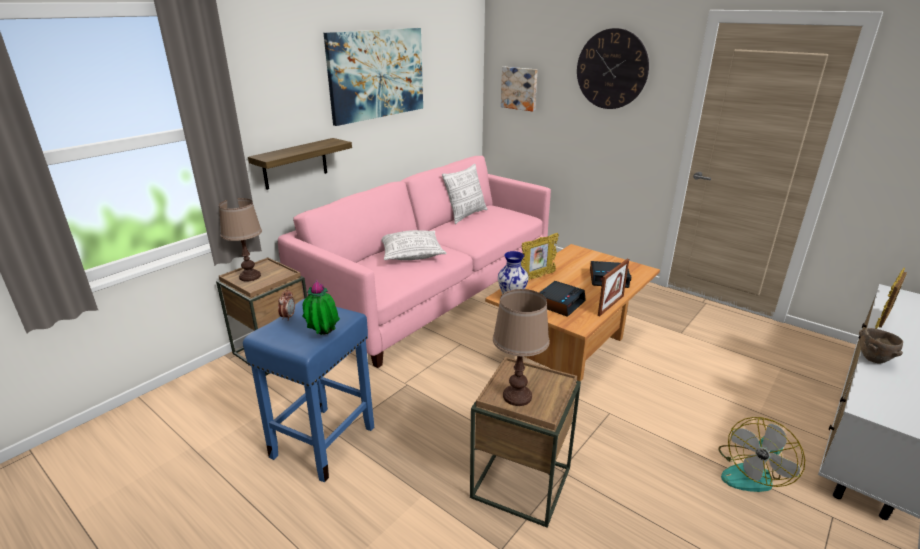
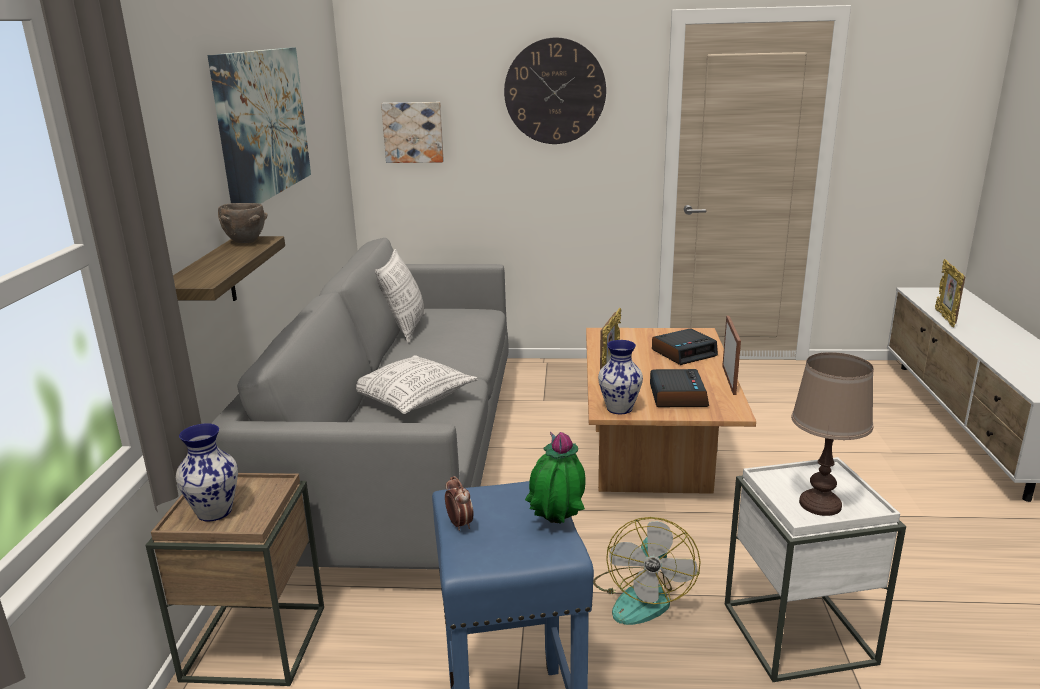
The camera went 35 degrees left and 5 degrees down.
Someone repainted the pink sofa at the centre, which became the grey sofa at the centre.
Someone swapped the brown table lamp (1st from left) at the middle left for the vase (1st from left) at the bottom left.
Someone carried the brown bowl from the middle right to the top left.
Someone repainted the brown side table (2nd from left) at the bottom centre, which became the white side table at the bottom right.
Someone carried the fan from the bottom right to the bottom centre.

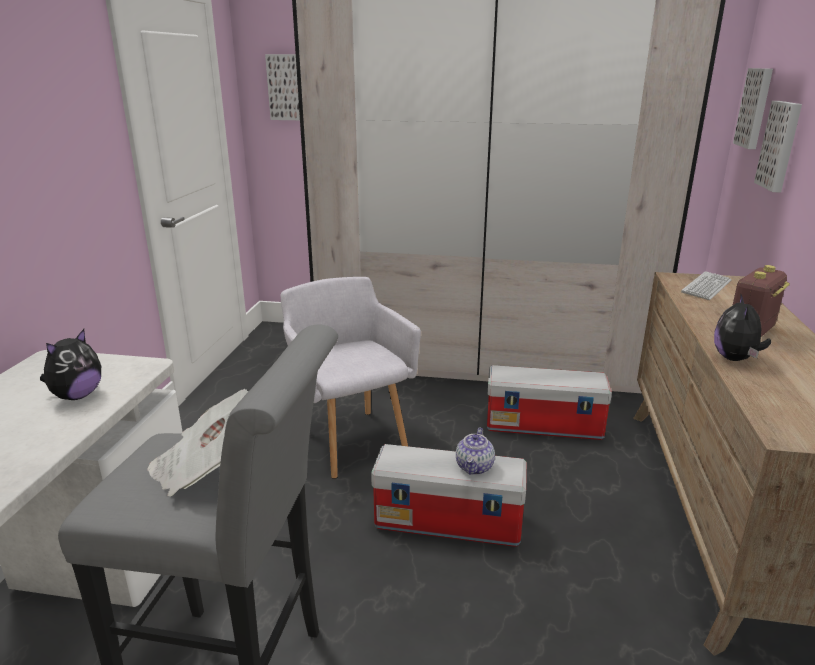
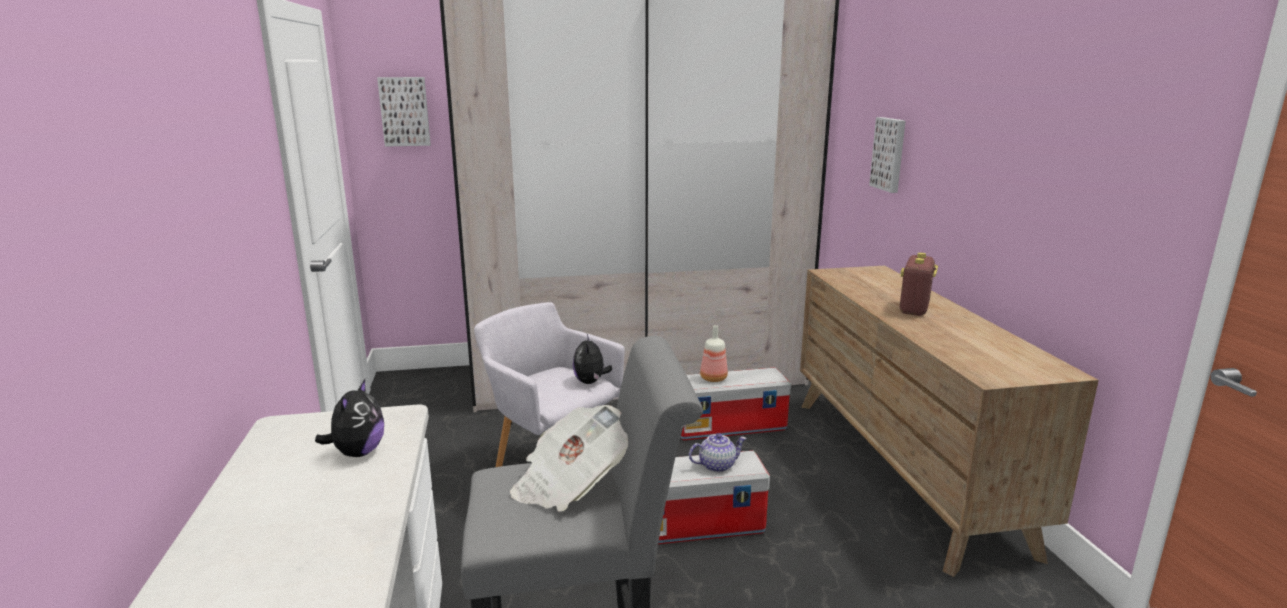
The camera went 20 degrees left and 5 degrees down.
Someone took away the picture (2nd from left) at the top right.
Someone took away the keyboard at the middle right.
Someone carried the plush toy (2nd from left) from the middle right to the centre.
Someone rotated the teapot at the bottom centre by 105 degrees counterclockwise.
Someone put down the bottle at the centre.

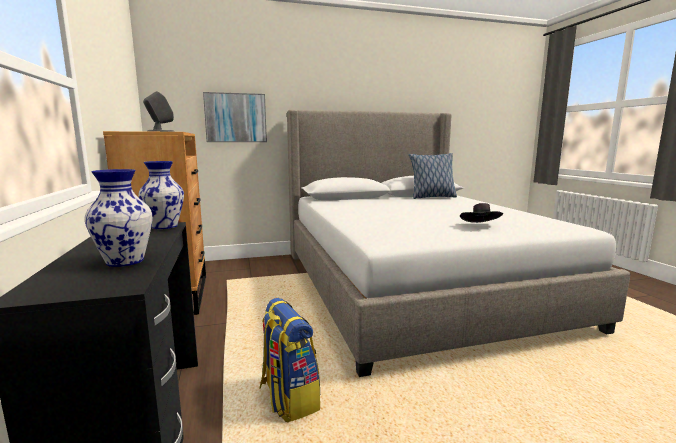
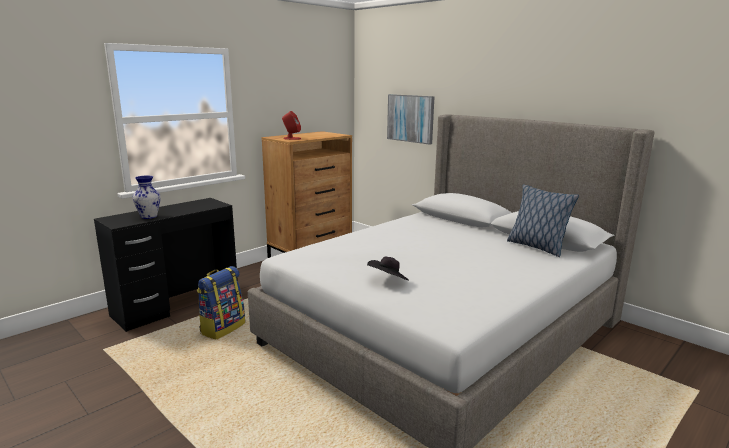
The camera went 60 degrees right and 5 degrees up.
Someone repainted the grey speaker at the top left, which became the red speaker at the top centre.
Someone took away the vase (2nd from left) at the middle left.

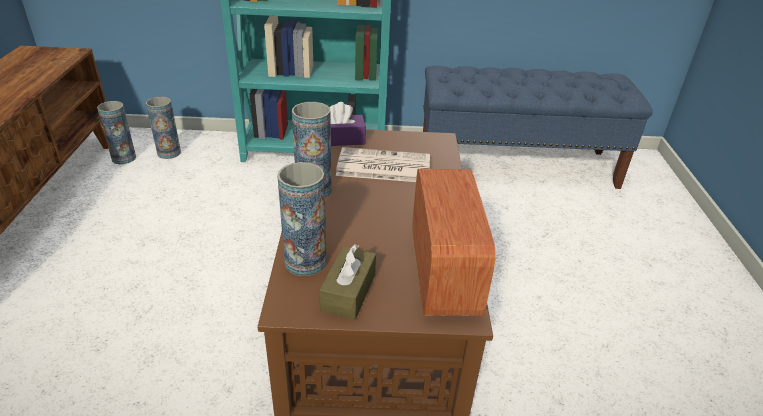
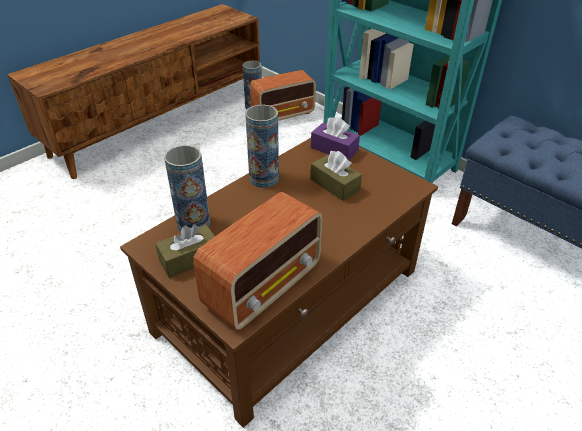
The camera went 45 degrees right and 5 degrees up.
Someone swapped the vase (2nd from left) at the top left for the radio (2nd from left) at the top centre.
Someone swapped the newspaper at the centre for the brown tissue box (2nd from left) at the centre.

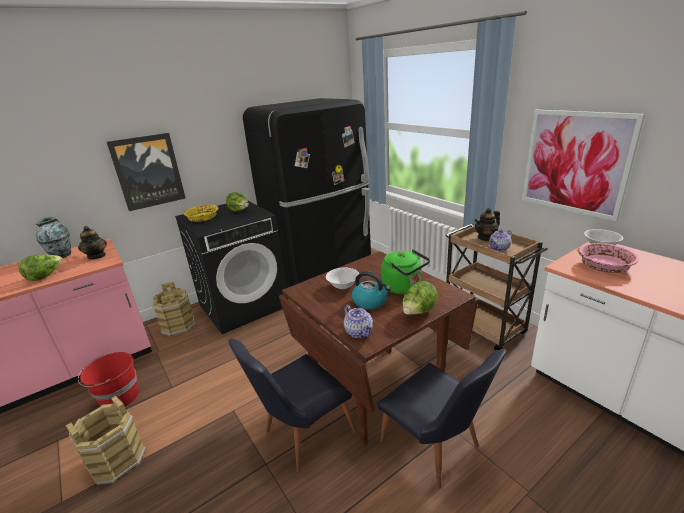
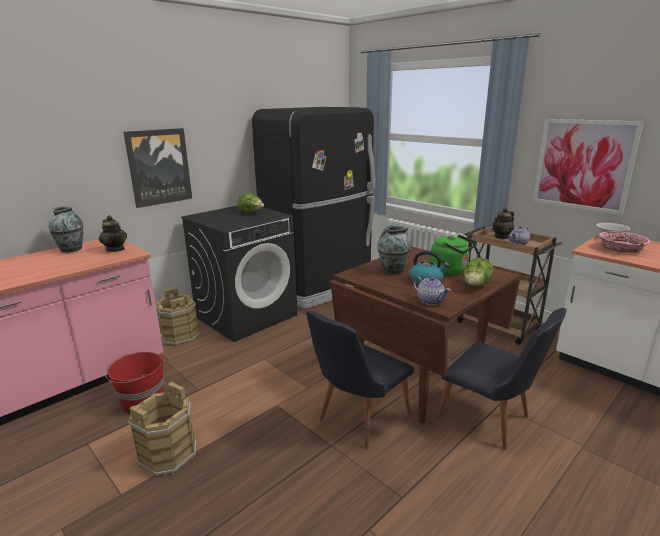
The camera went 10 degrees left and 5 degrees down.
Someone took away the yellow bowl at the middle left.
Someone took away the lettuce (1st from left) at the middle left.
Someone swapped the white bowl (1st from left) at the centre for the vase (2nd from left) at the centre.

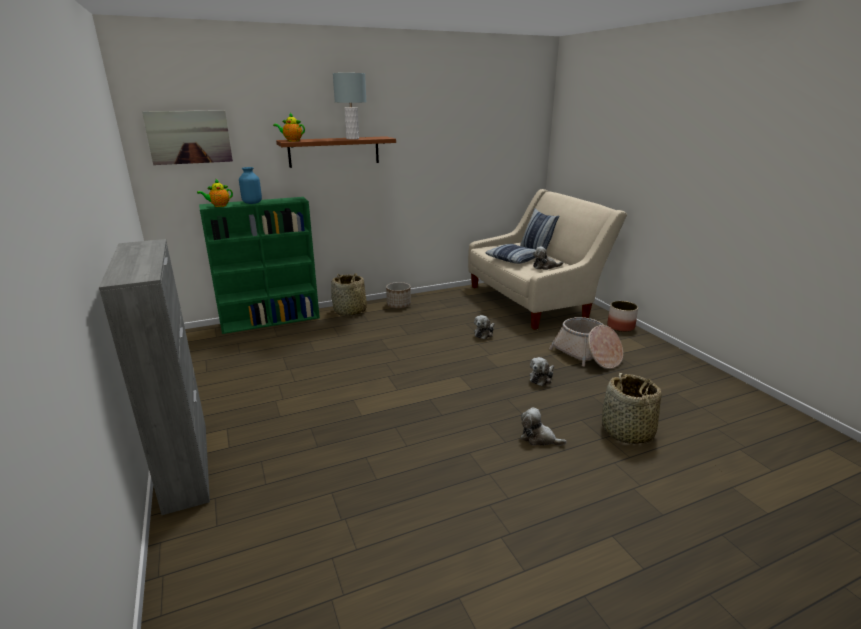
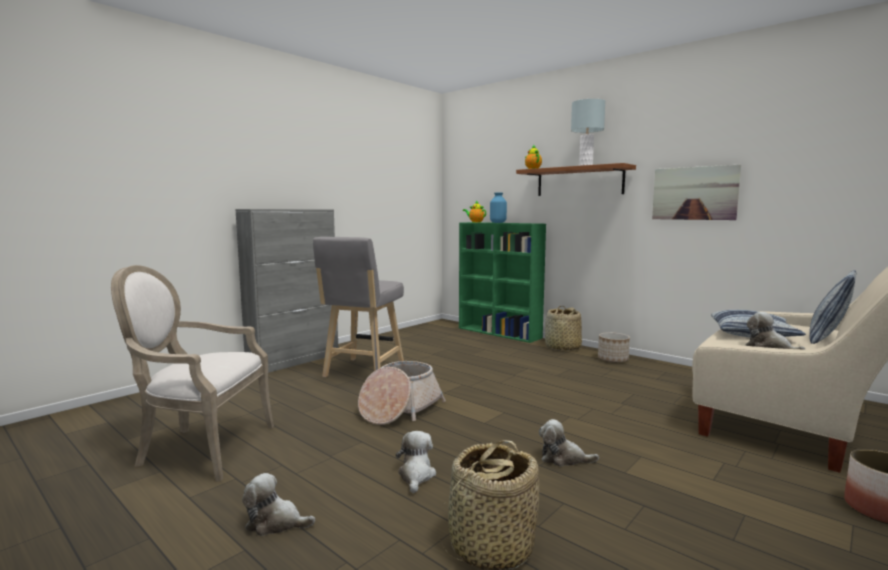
The camera went 65 degrees right and 15 degrees down.
Someone carried the picture from the top left to the middle right.
Someone carried the plush toy (1st from left) from the centre to the bottom left.
Someone carried the basket (2nd from left in the first image) from the middle right to the bottom centre.
Someone put down the grey stool at the centre.
Someone put down the armchair at the middle left.

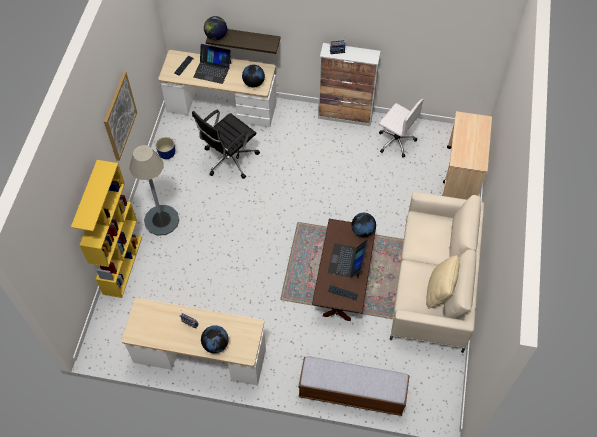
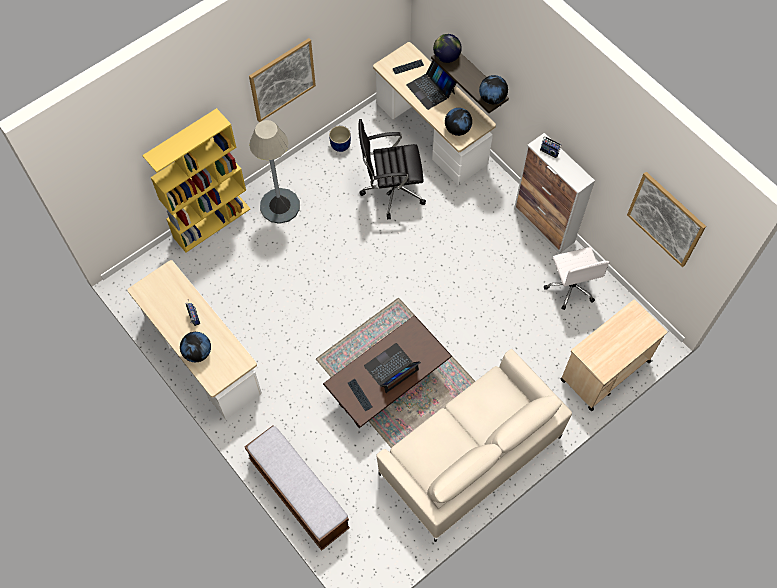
The camera went 40 degrees right and 5 degrees up.
Someone carried the globe (4th from left) from the centre to the top centre.
Someone took away the beige pillow at the middle right.
Someone put up the picture (2nd from left) at the middle right.

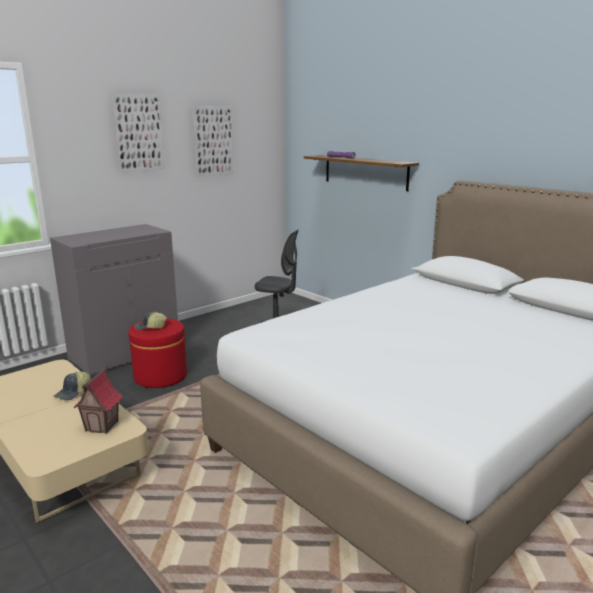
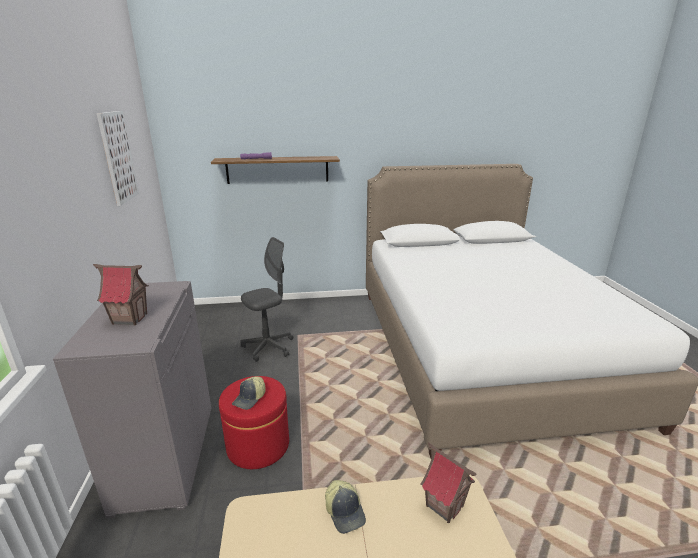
The camera went 55 degrees left and 5 degrees up.
Someone took away the picture (1st from left) at the top left.
Someone put down the toy house (1st from left) at the middle left.

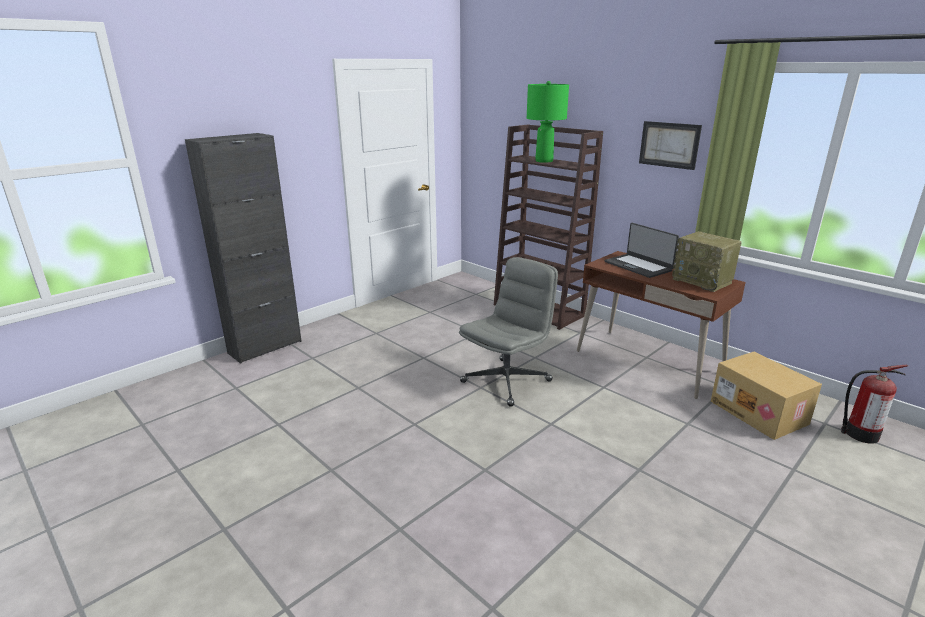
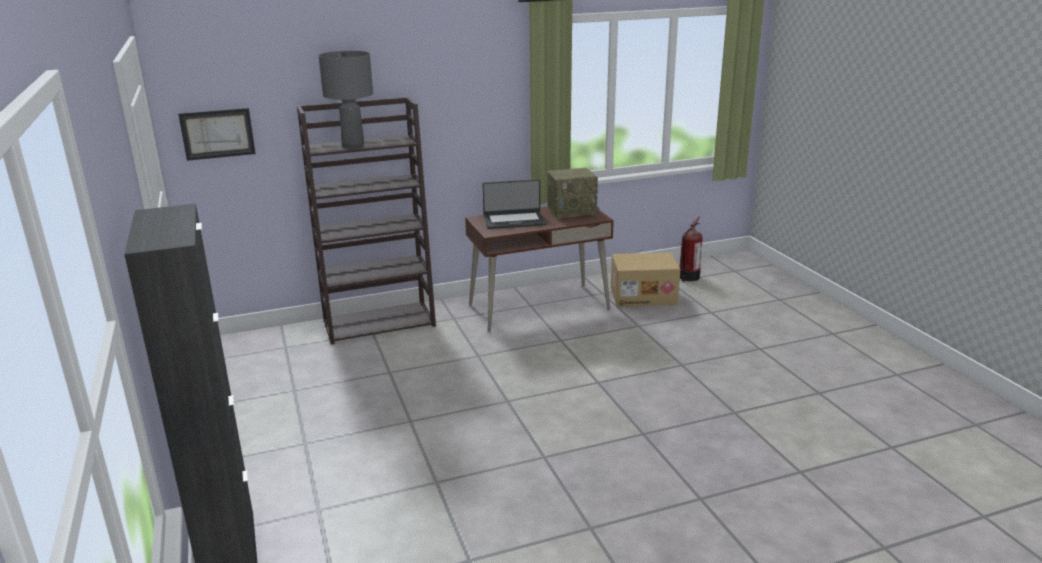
The camera went 65 degrees left and 0 degrees up.
Someone repainted the green table lamp at the top centre, which became the grey table lamp at the top left.
Someone carried the picture from the top right to the top left.
Someone took away the grey office chair at the centre.

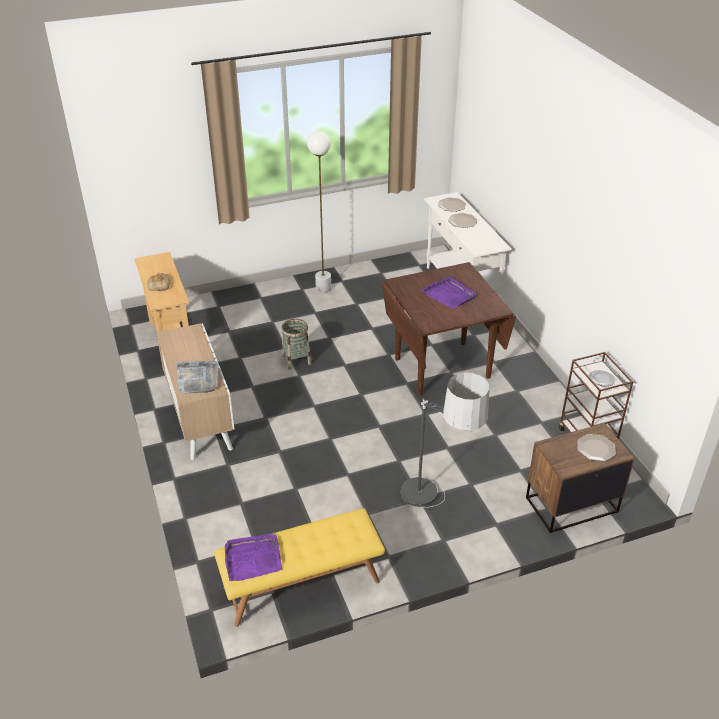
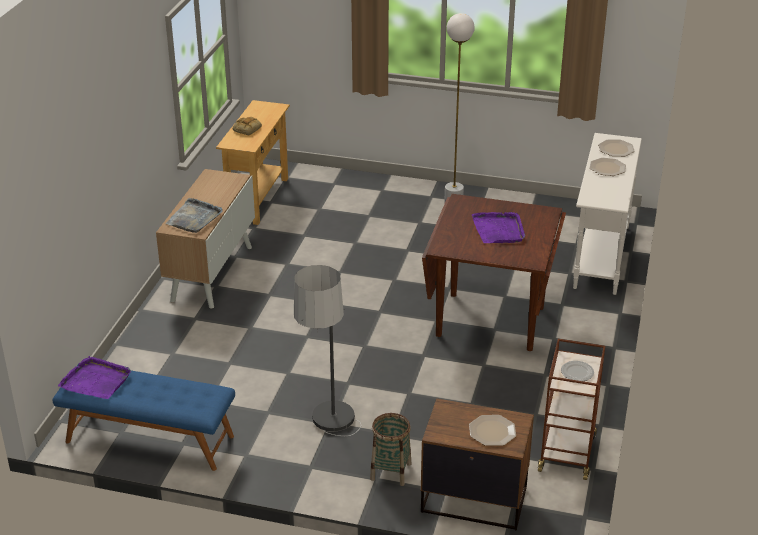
The camera went 35 degrees right and 5 degrees down.
Someone carried the basket from the centre to the bottom centre.
Someone repainted the yellow bench at the bottom centre, which became the blue bench at the bottom left.

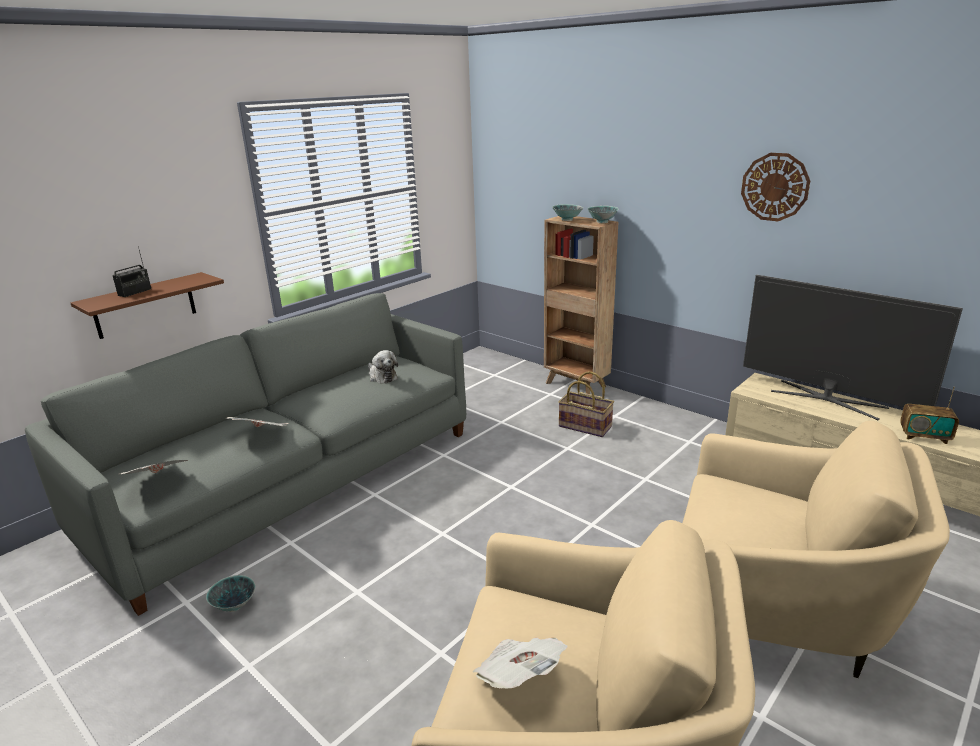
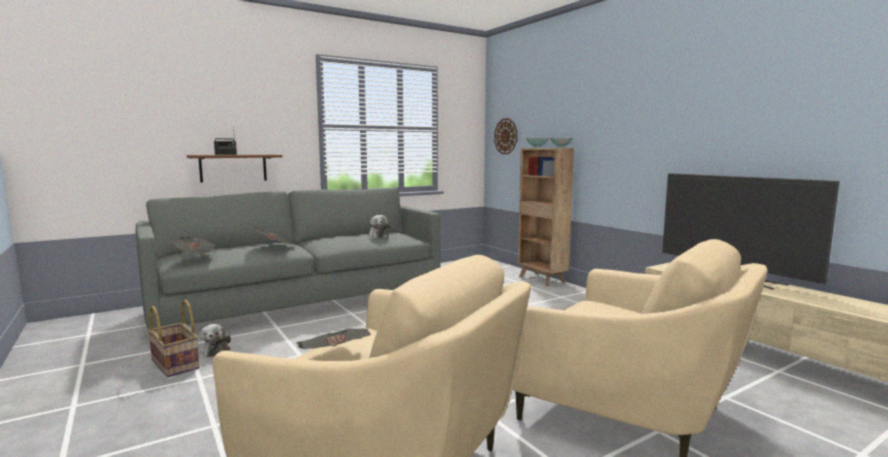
The camera went 15 degrees right and 15 degrees down.
Someone carried the wall clock from the top right to the top centre.
Someone carried the basket from the centre to the bottom left.
Someone took away the radio (2nd from left) at the middle right.
Someone swapped the bowl (1st from left) at the bottom left for the plush toy (1st from left) at the bottom left.

